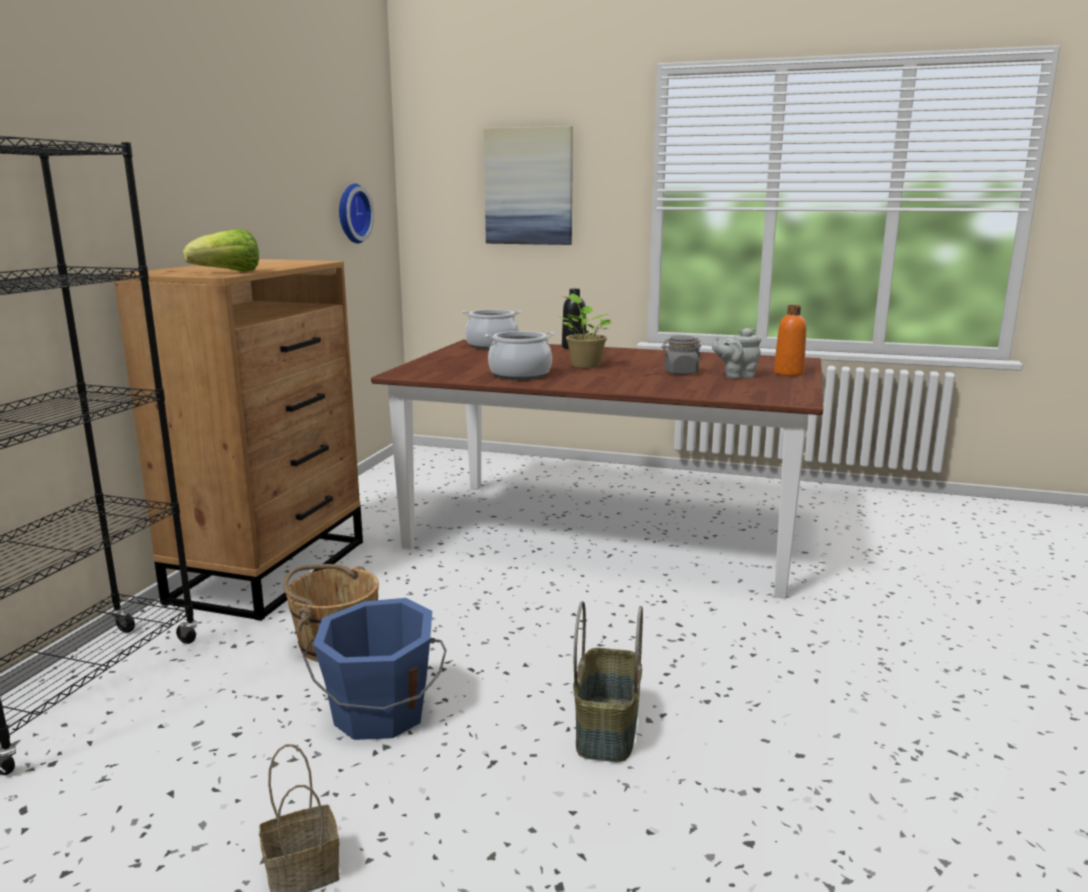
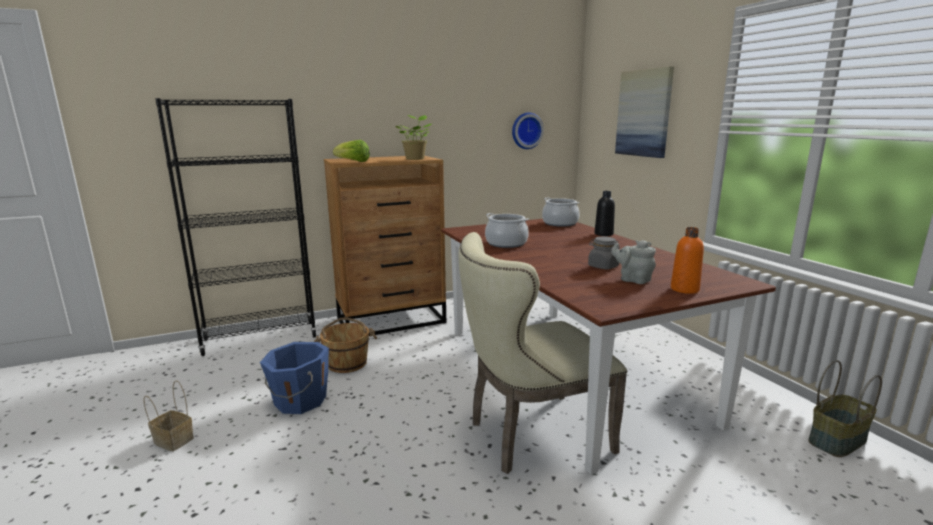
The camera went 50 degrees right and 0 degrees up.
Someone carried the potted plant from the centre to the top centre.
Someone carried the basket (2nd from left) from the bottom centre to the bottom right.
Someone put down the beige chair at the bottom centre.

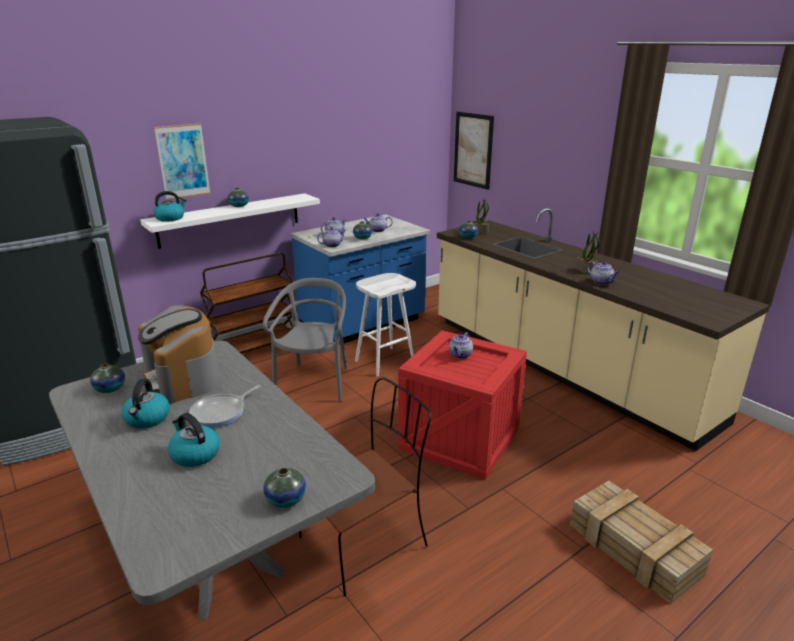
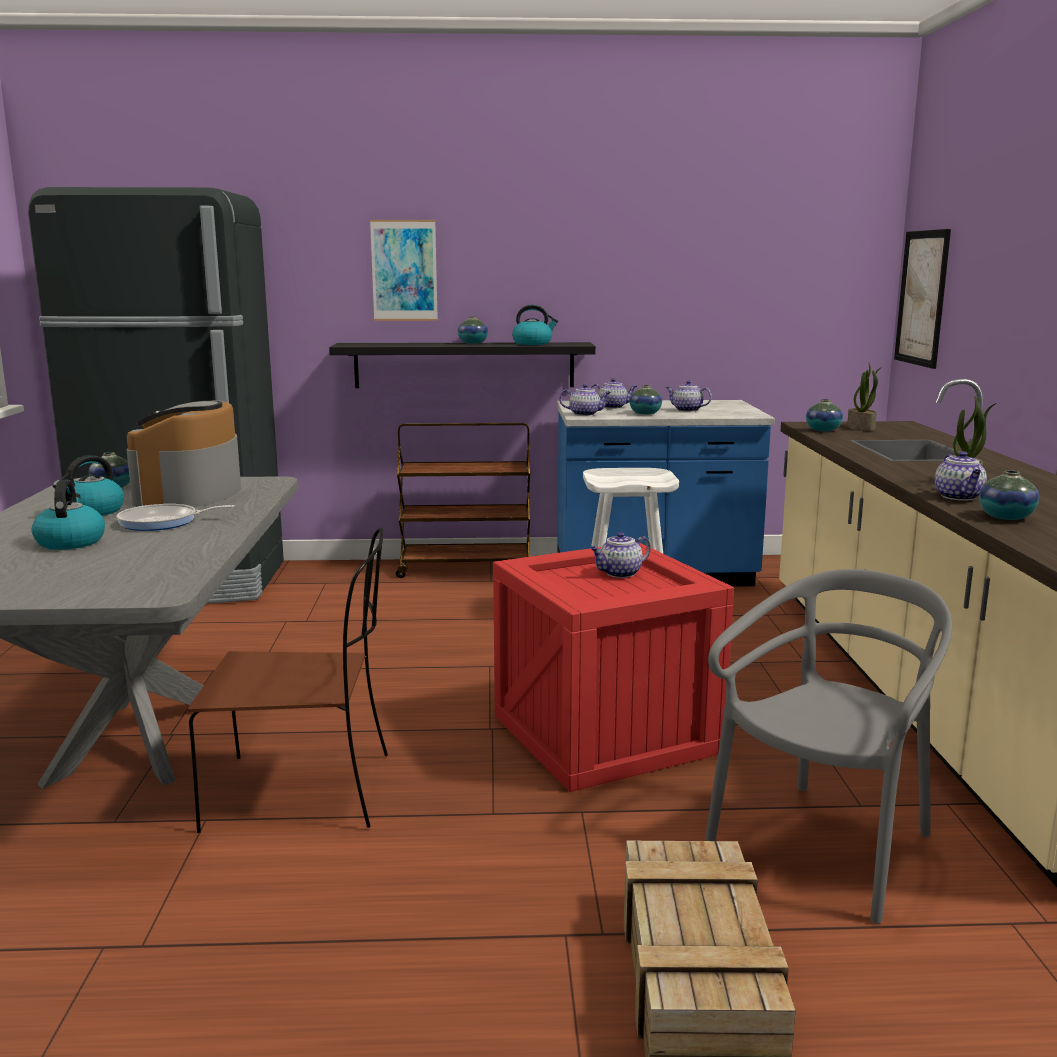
The camera went 35 degrees right and 10 degrees down.
Someone carried the kettle (2nd from left in the first image) from the top left to the top centre.
Someone repainted the white shelf at the middle left, which became the black shelf at the centre.
Someone carried the grey chair from the centre to the bottom right.
Someone carried the vase (3rd from left in the first image) from the bottom centre to the middle right.

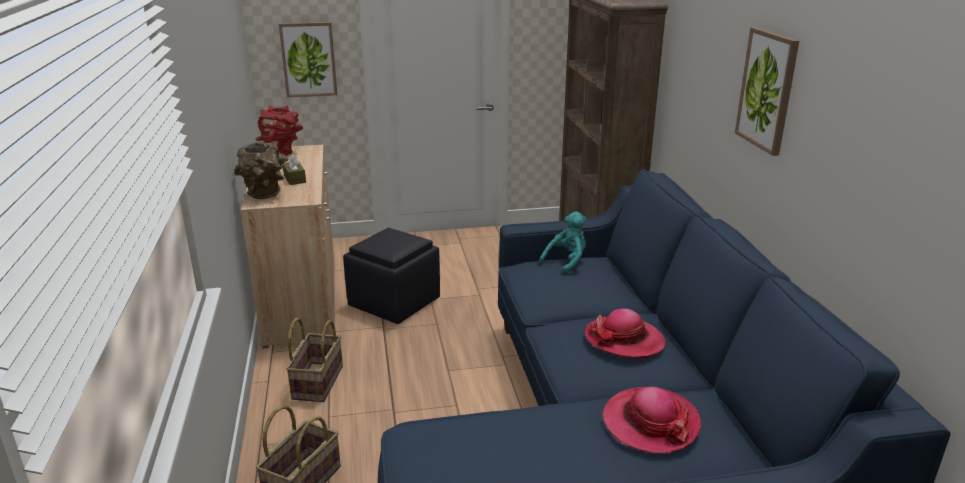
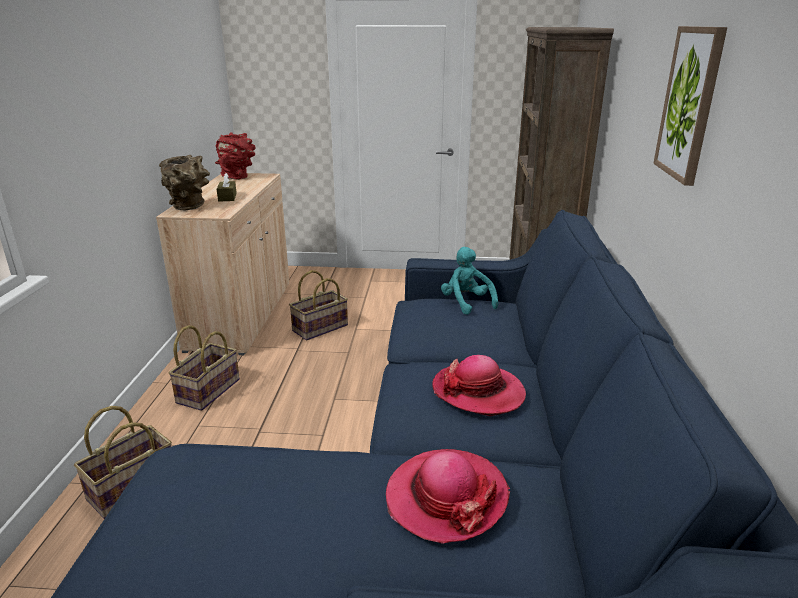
The camera went 15 degrees right and 0 degrees up.
Someone took away the picture (1st from left) at the top left.
Someone rotated the turquoise plush toy at the centre by 90 degrees counterclockwise.
Someone swapped the black ottoman at the centre for the basket (3rd from left) at the centre.

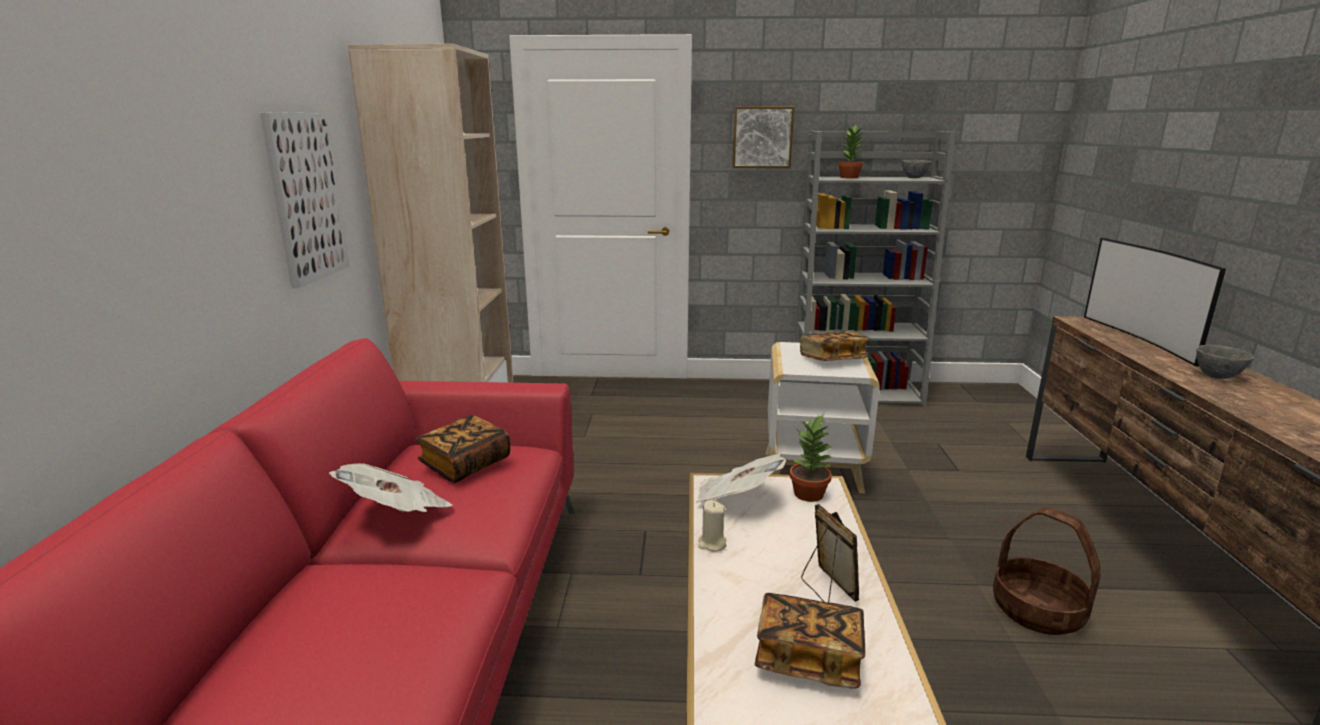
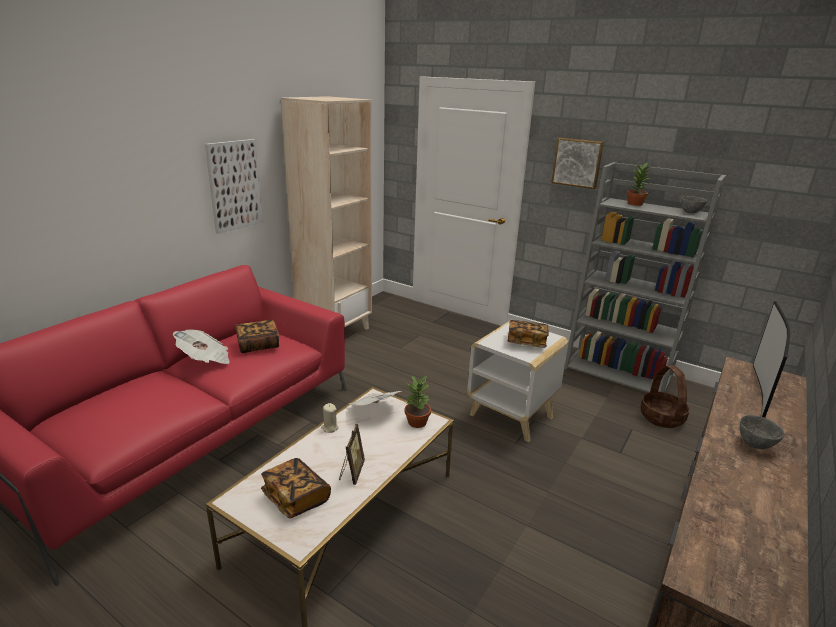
The camera went 30 degrees right and 5 degrees up.
Someone carried the basket from the bottom right to the middle right.

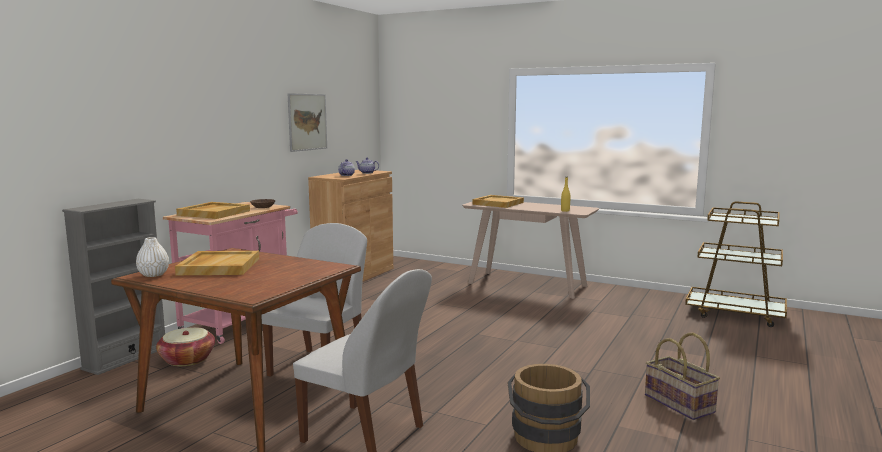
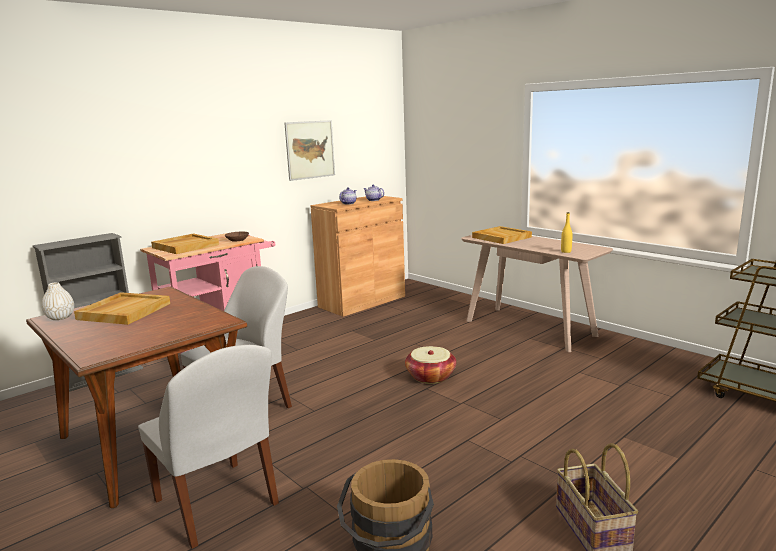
The camera went 20 degrees right and 5 degrees up.
Someone carried the basket (1st from left) from the bottom left to the centre.

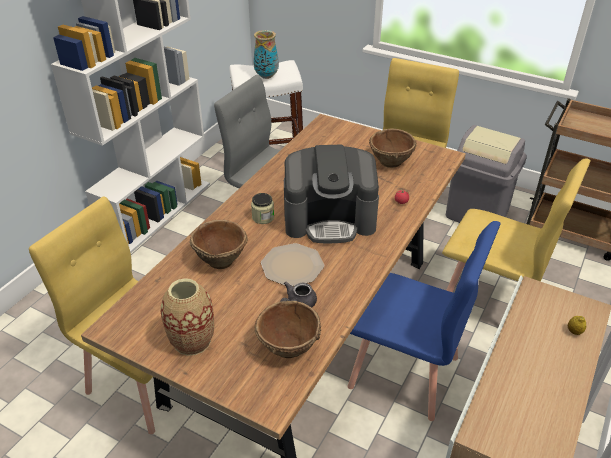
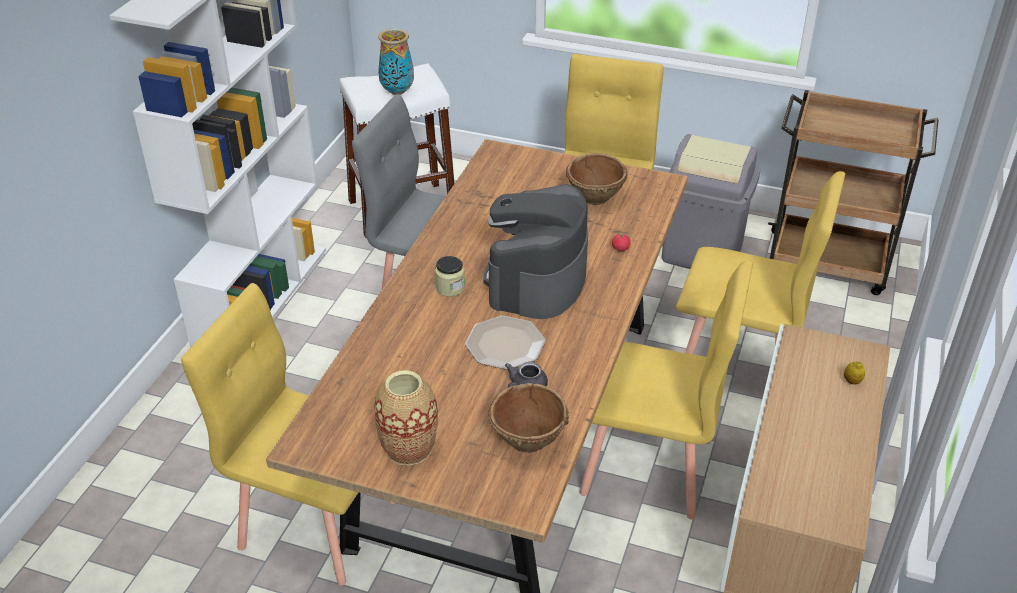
The camera went 10 degrees left and 0 degrees up.
Someone rotated the coffee machine at the centre by 120 degrees clockwise.
Someone took away the brown bowl (1st from left) at the centre.
Someone repainted the blue chair at the bottom right, which became the yellow chair (3rd from left) at the centre.

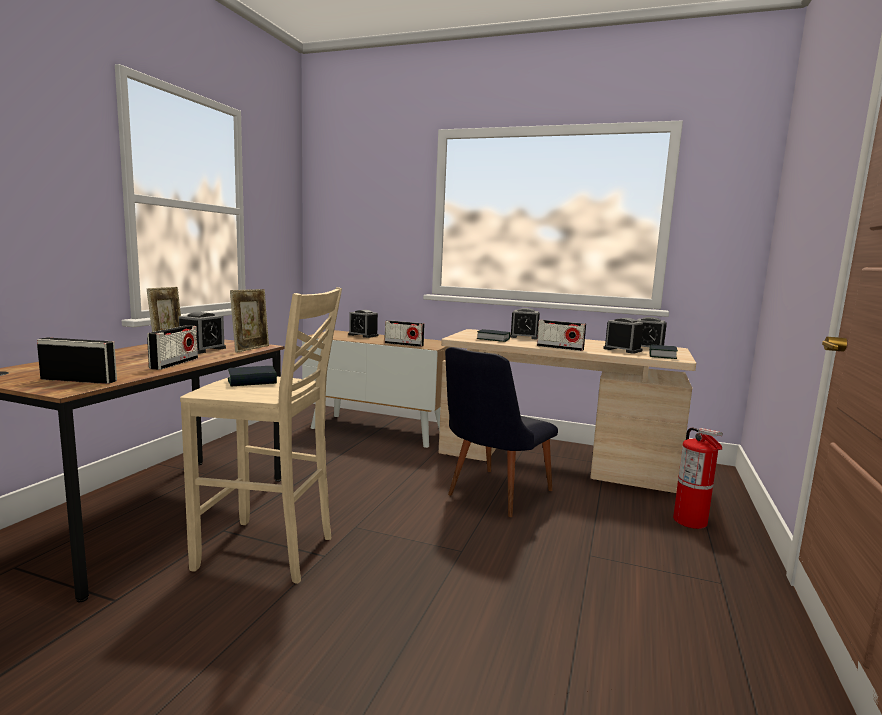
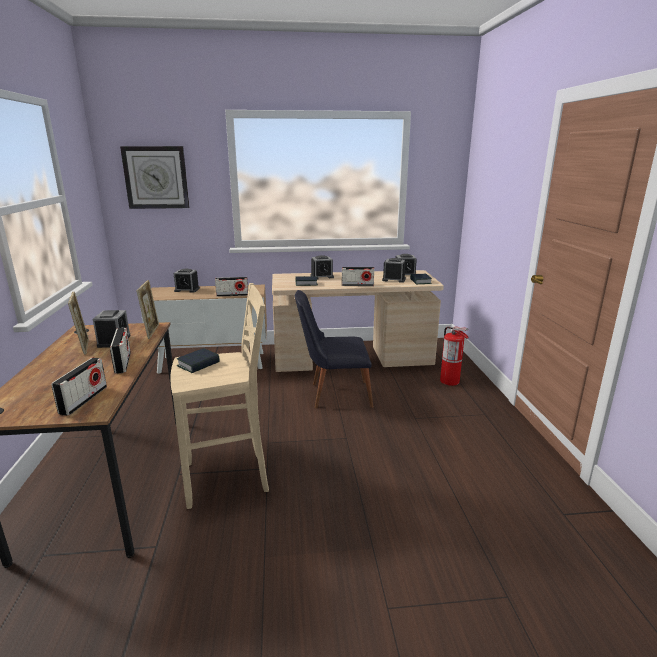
The camera went 25 degrees left and 10 degrees up.
Someone rotated the radio (1st from left) at the middle left by 120 degrees clockwise.
Someone rotated the black chair at the centre by 75 degrees clockwise.
Someone put up the wall clock at the top left.

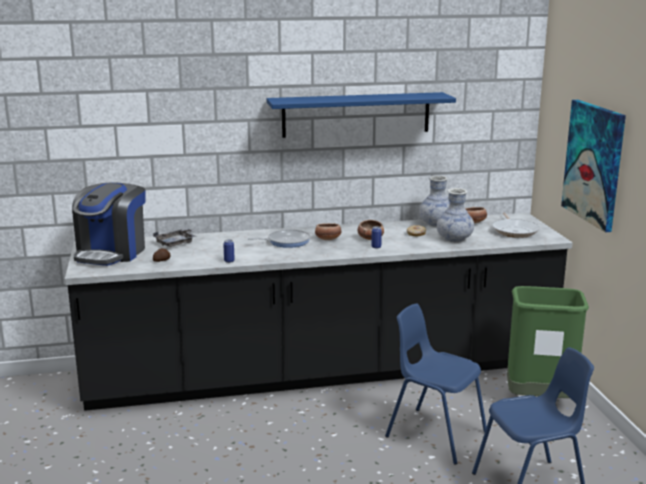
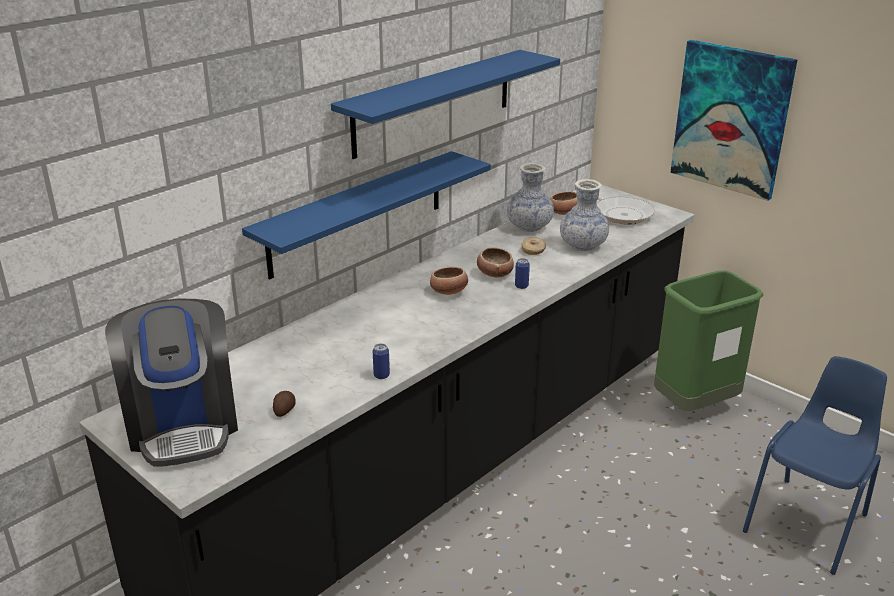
The camera went 35 degrees left and 10 degrees up.
Someone took away the grey tray at the middle left.
Someone took away the frying pan (1st from left) at the centre.
Someone took away the blue chair (1st from left) at the bottom right.
Someone put up the blue shelf (1st from left) at the centre.

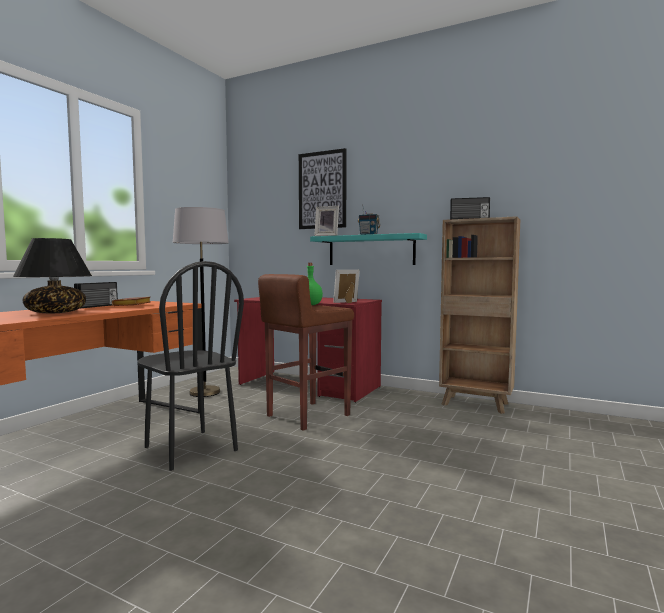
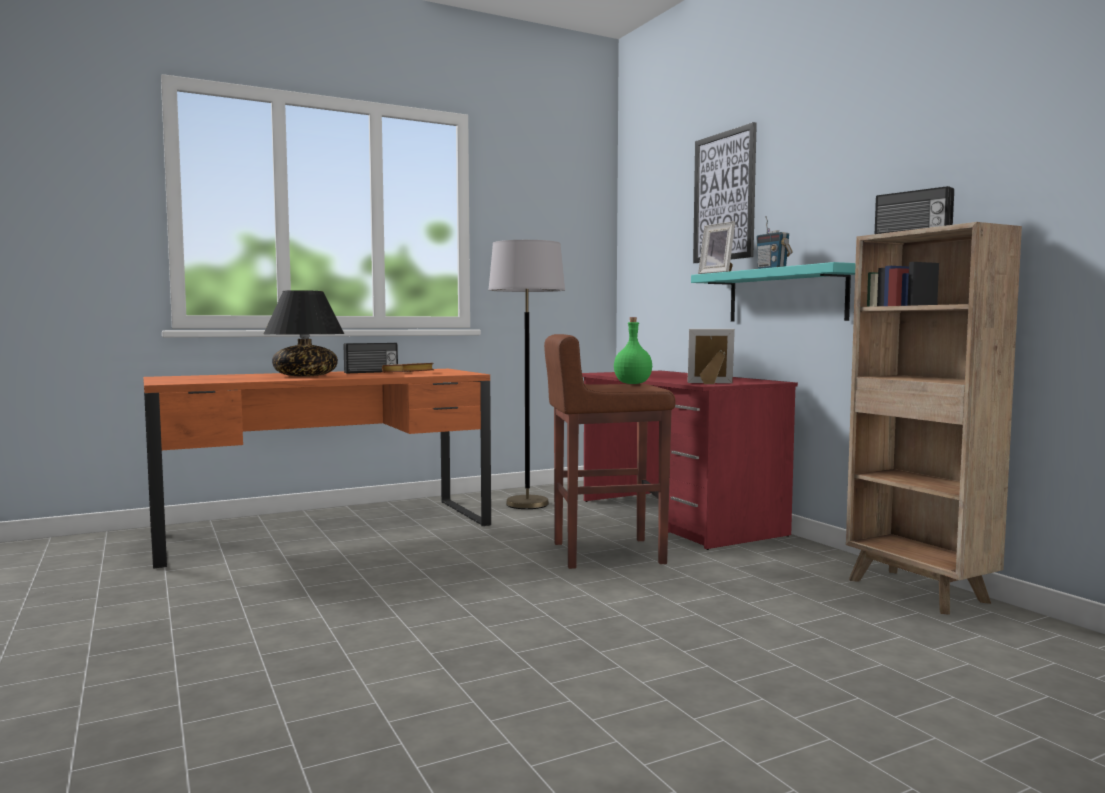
The camera went 35 degrees right and 0 degrees up.
Someone took away the black chair at the middle left.

